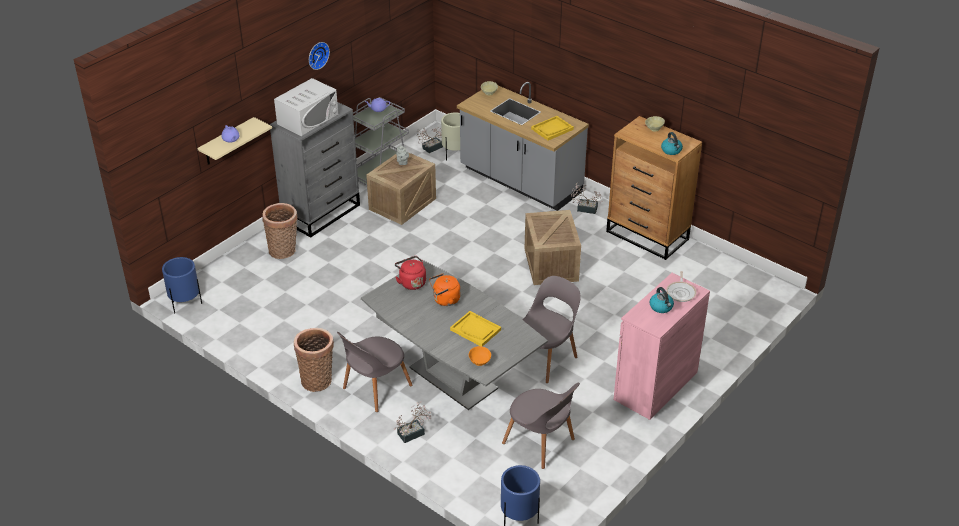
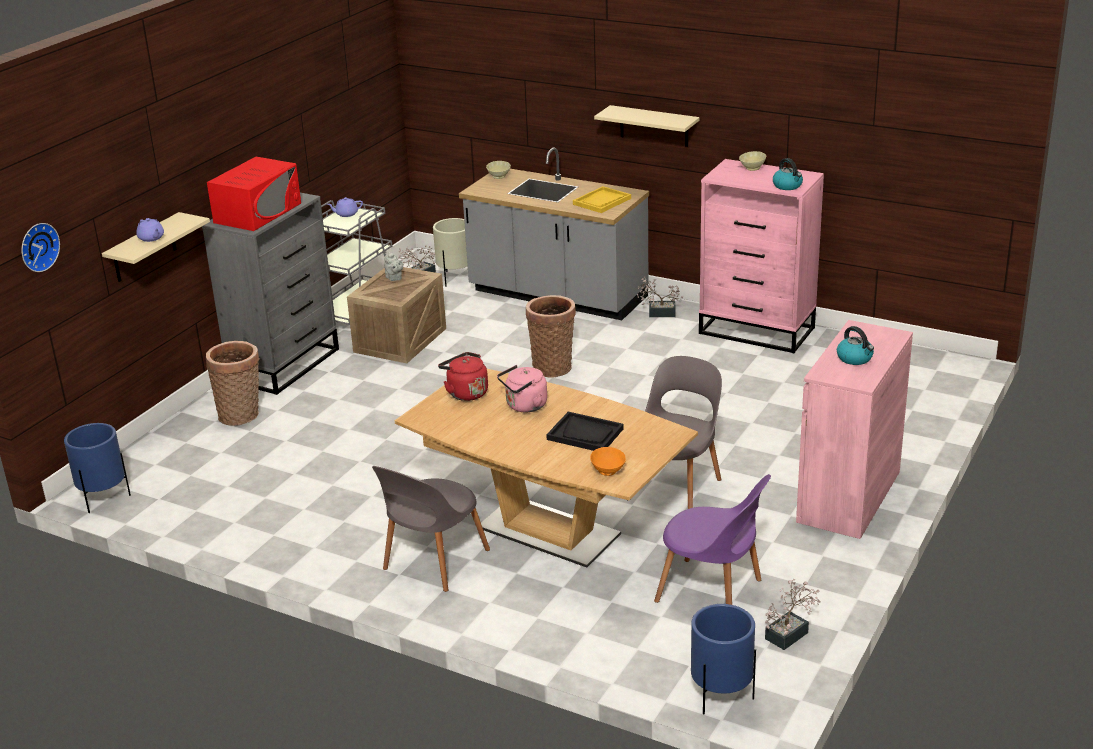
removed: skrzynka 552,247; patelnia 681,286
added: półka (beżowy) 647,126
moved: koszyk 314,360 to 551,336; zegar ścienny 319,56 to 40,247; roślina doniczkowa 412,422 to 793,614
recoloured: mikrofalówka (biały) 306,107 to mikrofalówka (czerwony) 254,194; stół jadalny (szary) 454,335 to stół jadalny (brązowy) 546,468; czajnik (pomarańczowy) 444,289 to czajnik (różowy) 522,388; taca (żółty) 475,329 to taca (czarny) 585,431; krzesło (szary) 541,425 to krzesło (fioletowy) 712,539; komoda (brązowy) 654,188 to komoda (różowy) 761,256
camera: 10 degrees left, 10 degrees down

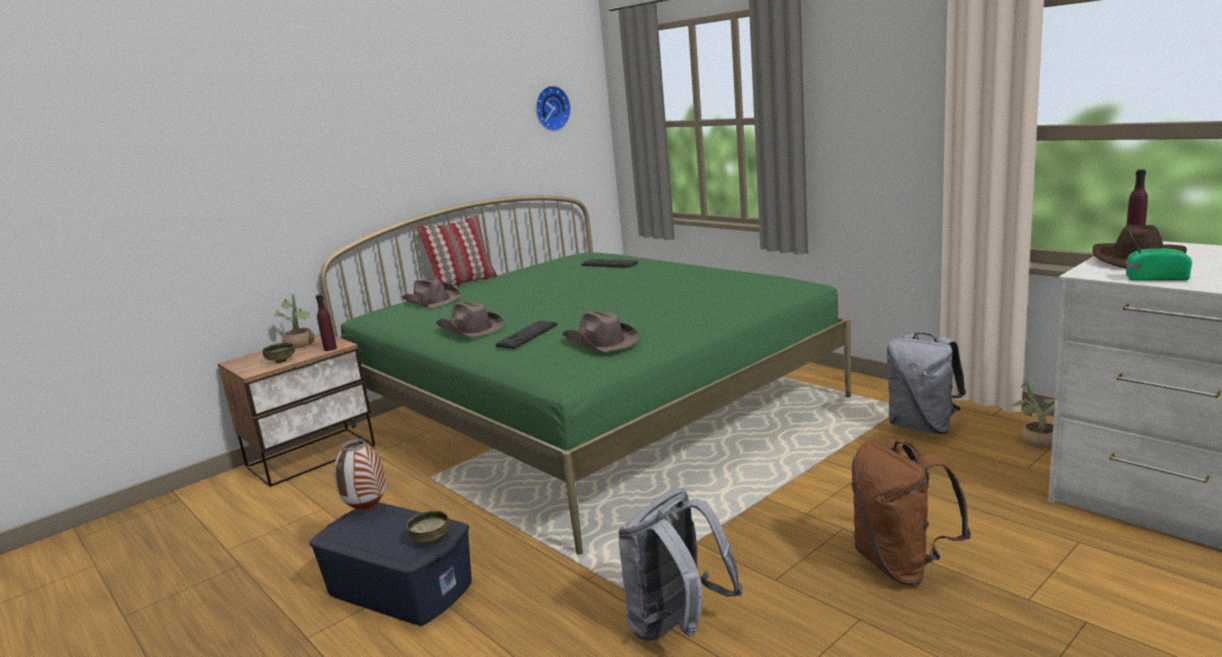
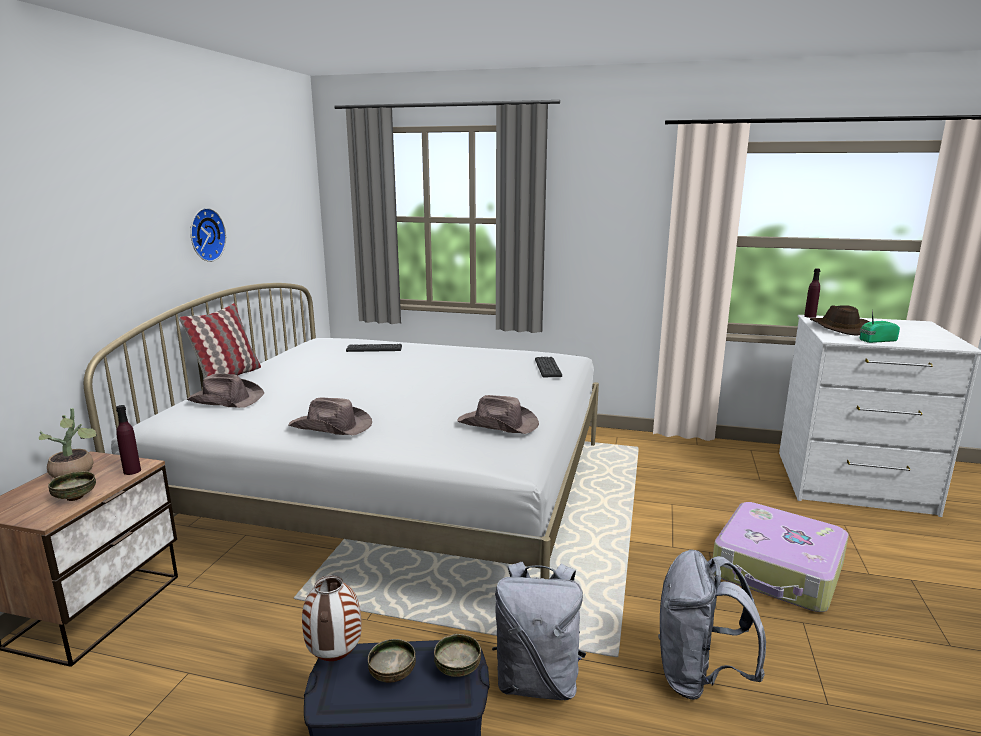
removed: roślina doniczkowa 1033,414
added: miska 392,660
moved: klawiatura 526,335 to 548,367; zegar ścienny 553,108 to 208,235; plecak (szary) 926,383 to 539,631
replaced: plecak (brązowy) 911,512 to walizka 781,557
recoloured: łóżko (zielony) 585,375 to łóżko (biały) 341,431
camera: 35 degrees left, 0 degrees up

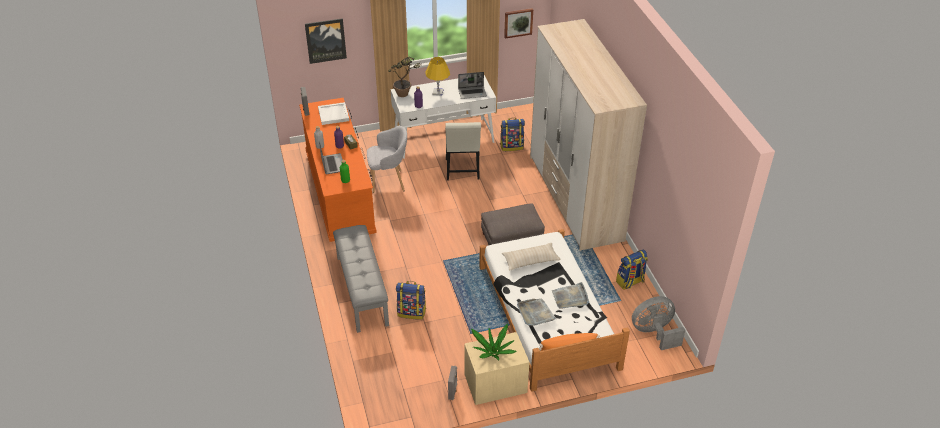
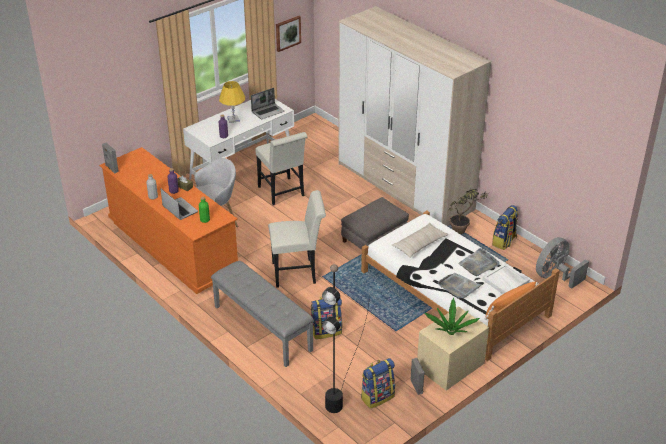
removed: obraz 326,41
added: krzesło (biały) 297,239; lampa stojąca (czarny) 346,338
moved: taca (biały) 333,113 to 506,278; roślina doniczkowa 404,77 to 468,211; plecak 512,134 to 378,383
camera: 25 degrees left, 5 degrees down

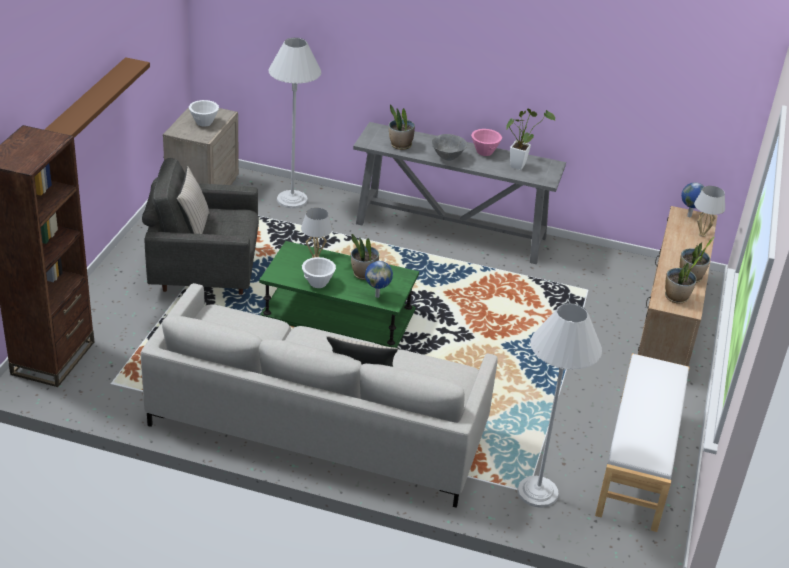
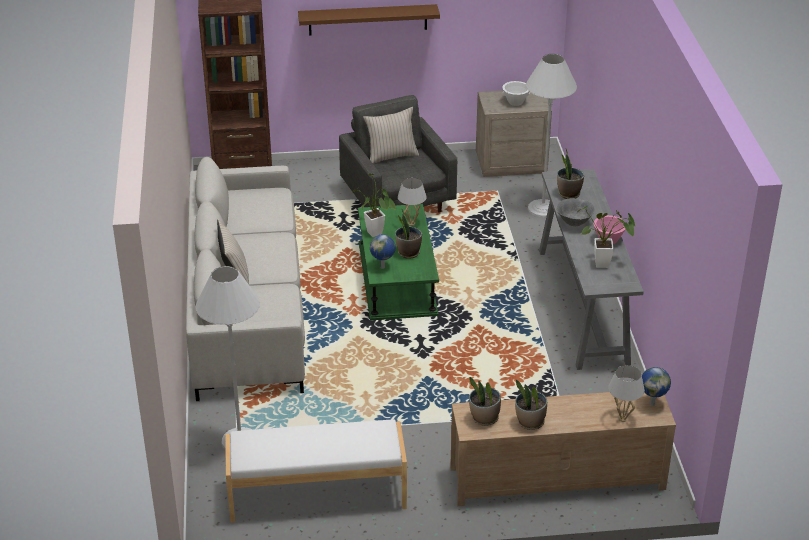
replaced: miska (biały) 319,272 to roślina doniczkowa 373,205
camera: 70 degrees right, 0 degrees up

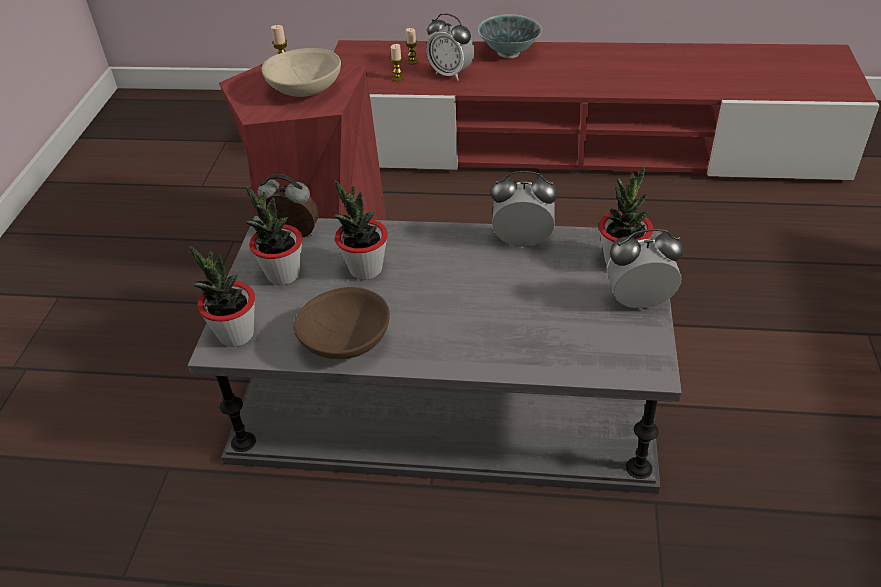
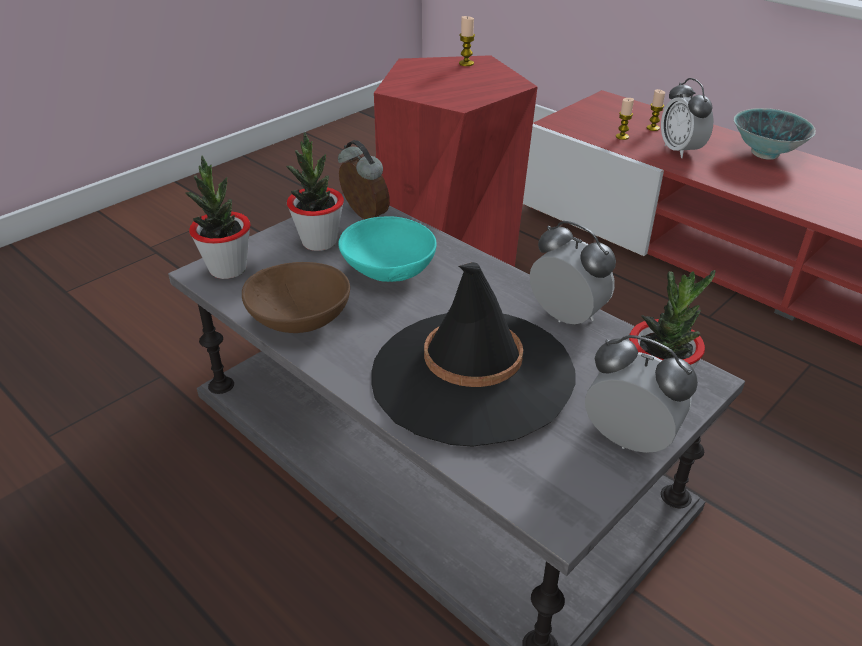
removed: miska (beżowy) 301,72
added: kapelusz (czarny) 473,354
replaced: roślina doniczkowa 360,230 to miska (turkusowy) 387,249
camera: 35 degrees right, 5 degrees down

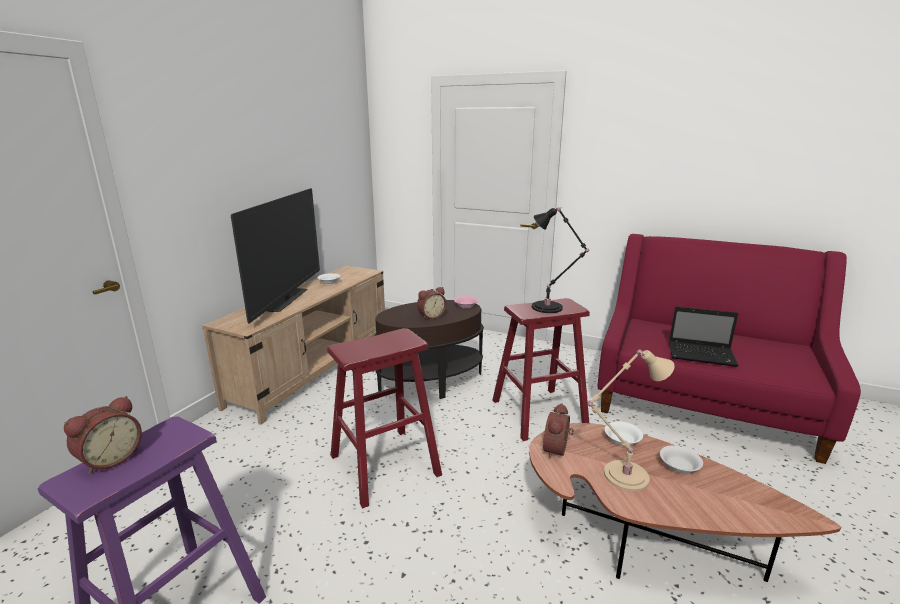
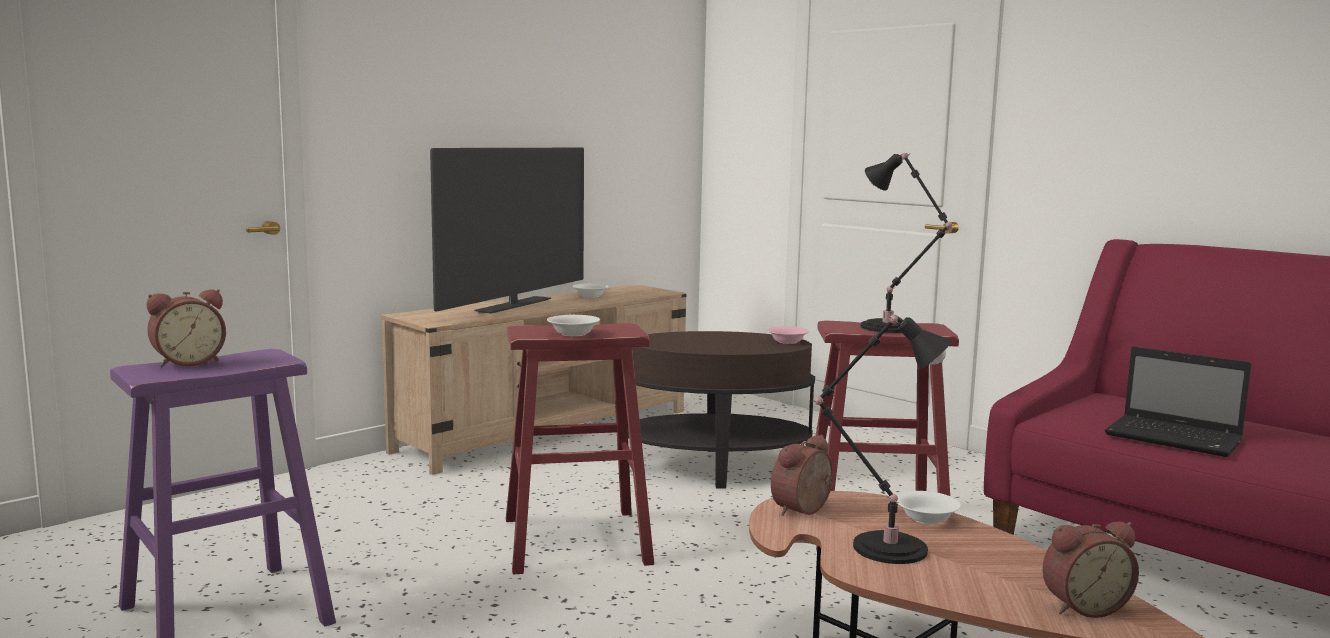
moved: budzik 431,303 to 1090,569; miska (biały) 681,459 to 573,325
recoloured: lampa stołowa (beżowy) 631,420 to lampa stołowa (czarny) 881,439
camera: 20 degrees right, 10 degrees down

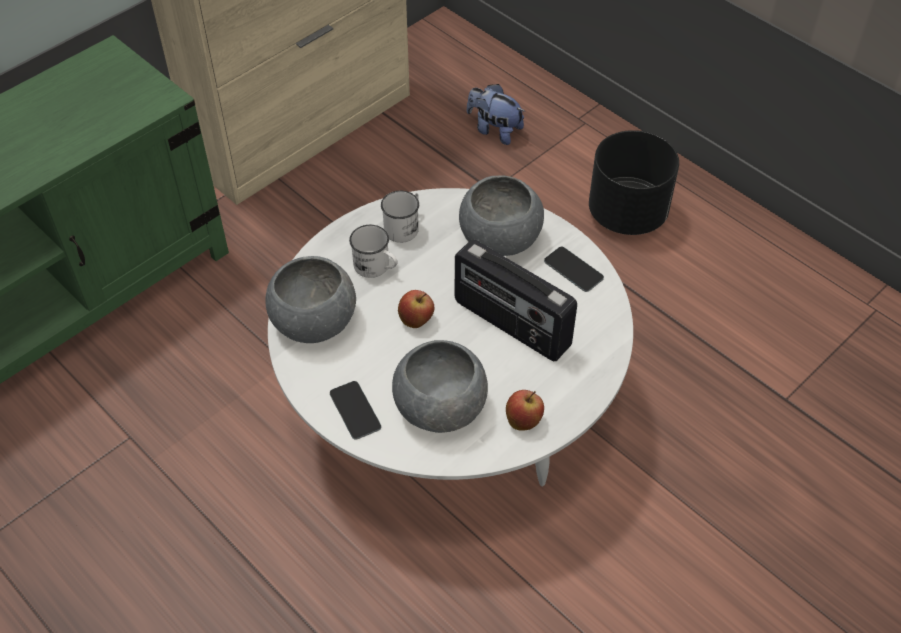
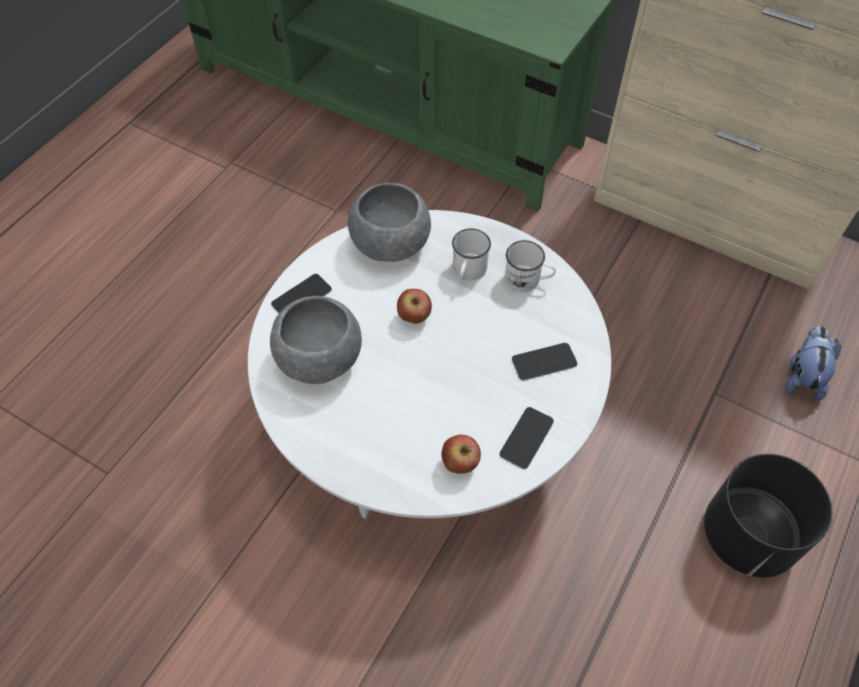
removed: radio 516,300
moved: jabłko 525,410 to 461,454
replaced: miska (szary) 501,216 to telefon 544,361
camera: 75 degrees right, 5 degrees up

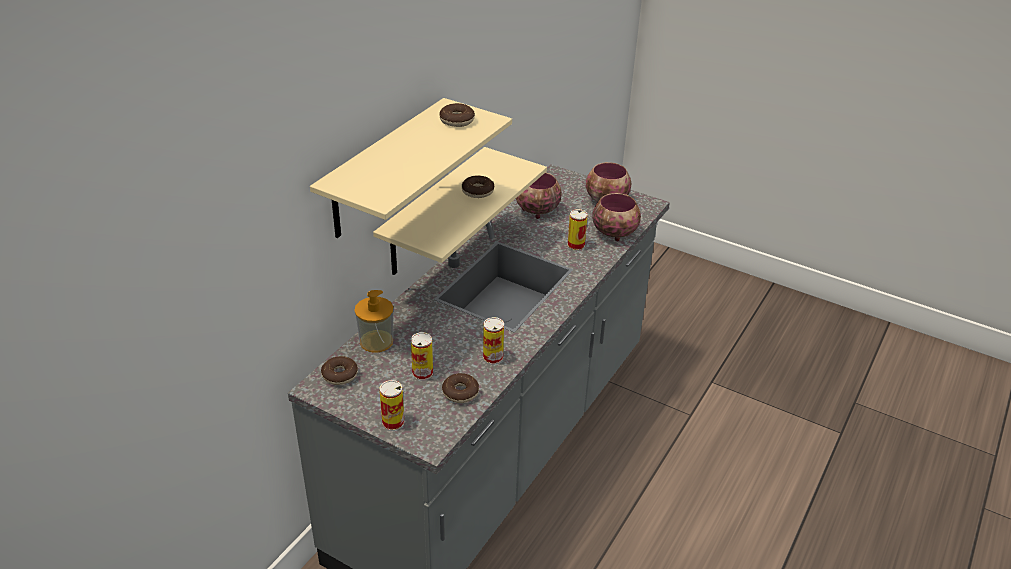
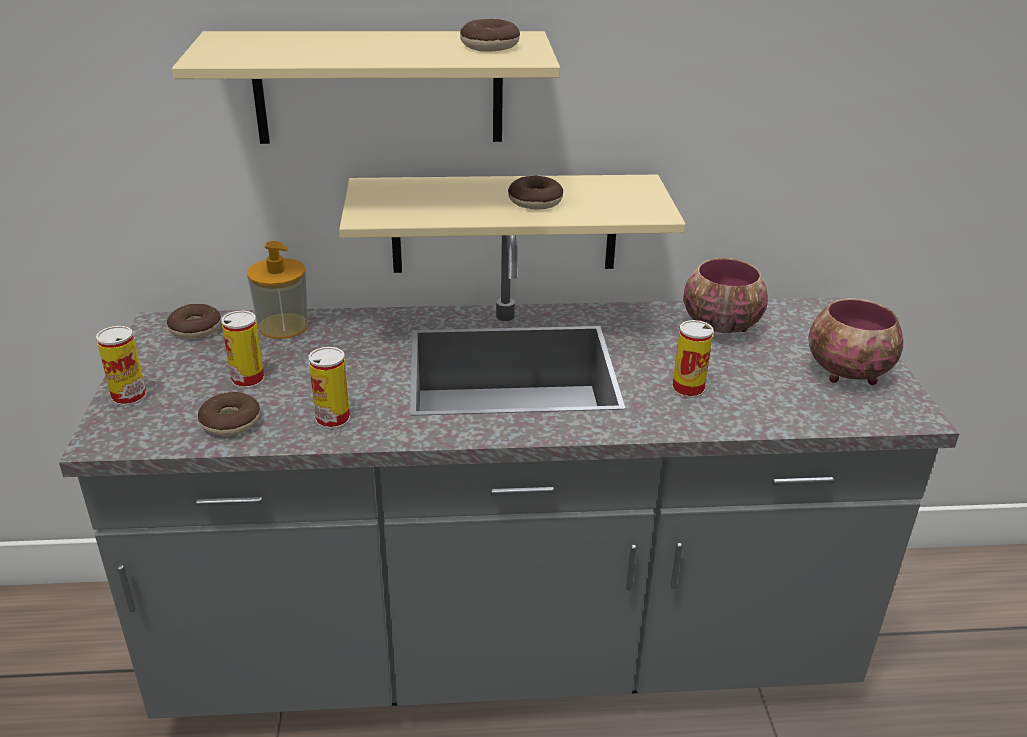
removed: miska 616,217
camera: 55 degrees right, 5 degrees down

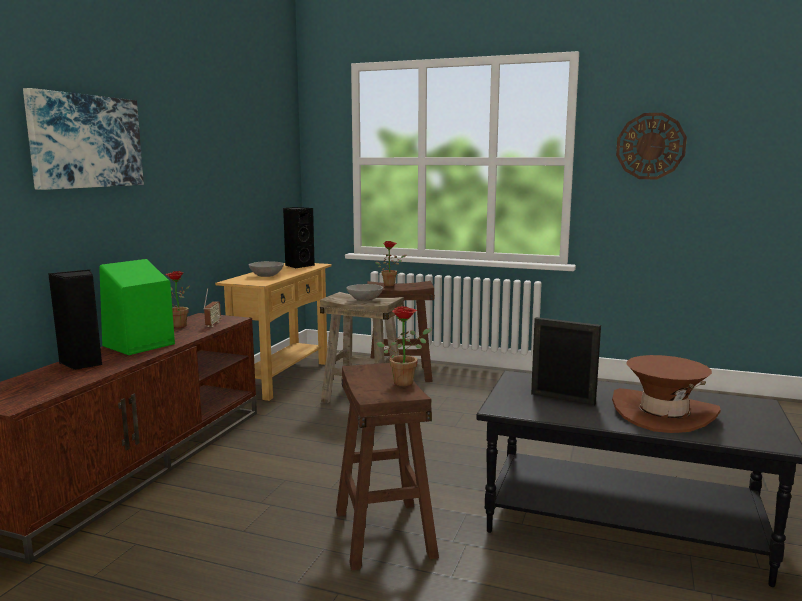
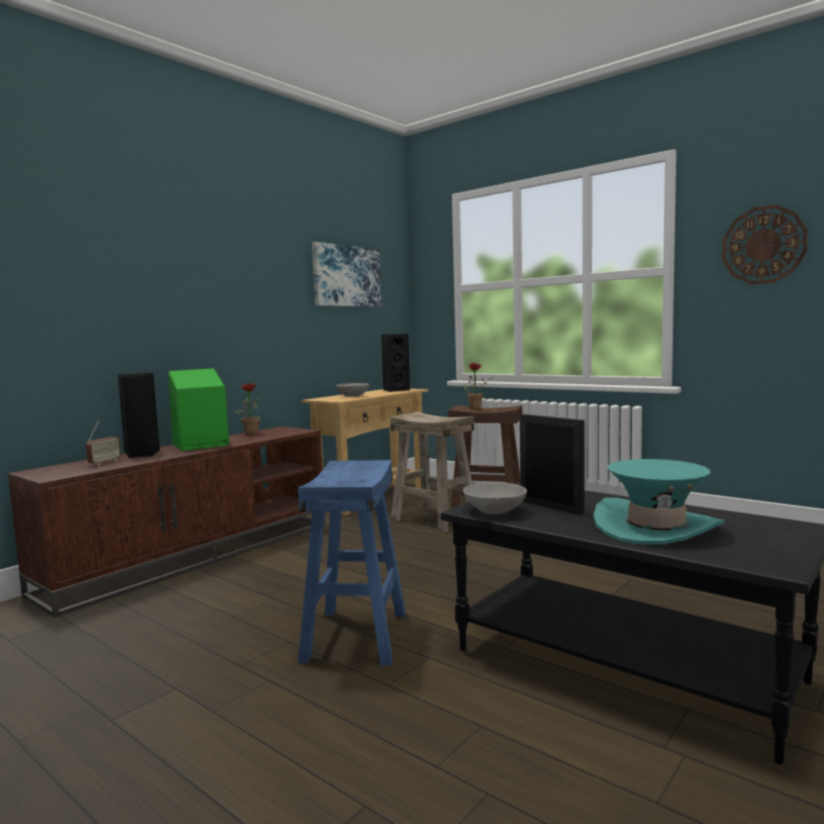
removed: roślina doniczkowa 404,346
moved: obraz 83,139 to 346,274; radio 212,307 to 103,443; miska (szary) 364,292 to 495,498
recoloured: stołek (brązowy) 387,466 to stołek (niebieski) 352,563; kapelusz (brązowy) 666,394 to kapelusz (turkusowy) 659,502
camera: 20 degrees right, 5 degrees down

